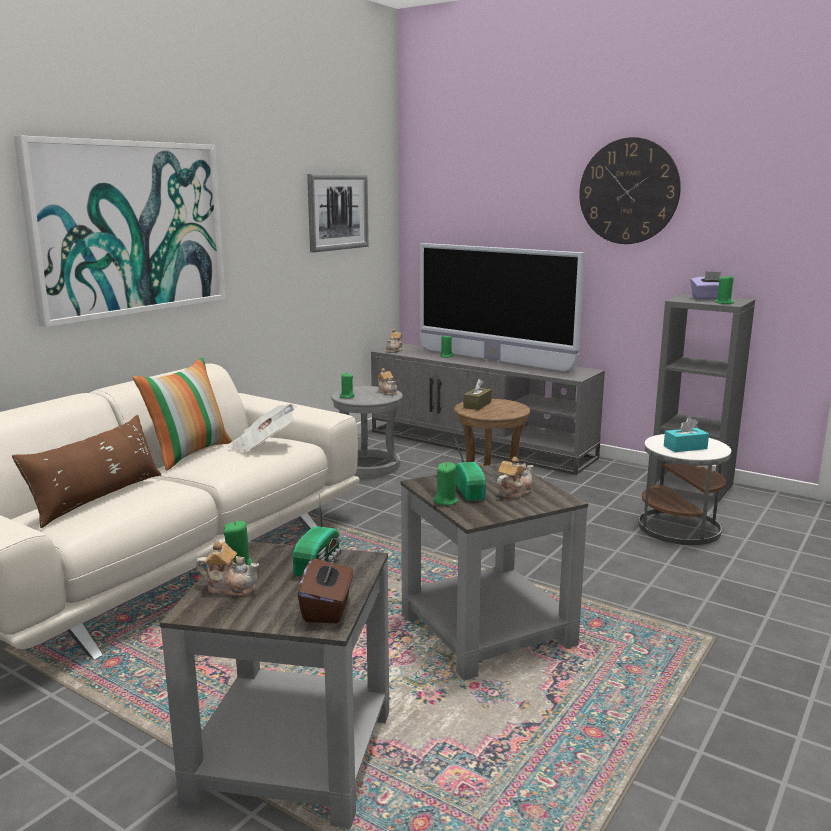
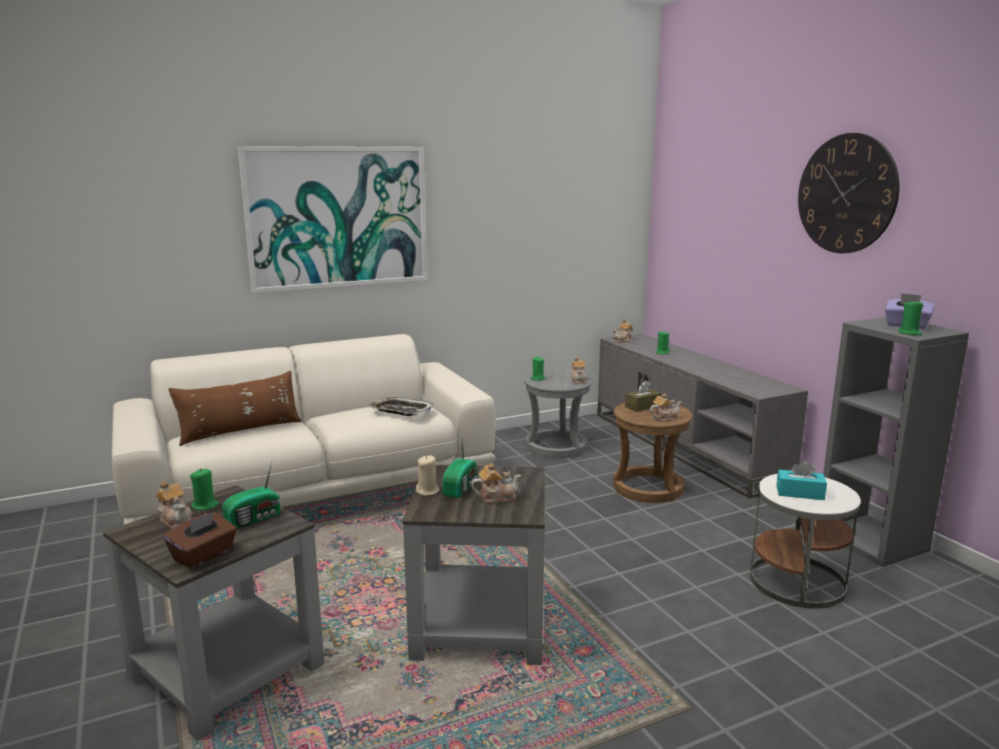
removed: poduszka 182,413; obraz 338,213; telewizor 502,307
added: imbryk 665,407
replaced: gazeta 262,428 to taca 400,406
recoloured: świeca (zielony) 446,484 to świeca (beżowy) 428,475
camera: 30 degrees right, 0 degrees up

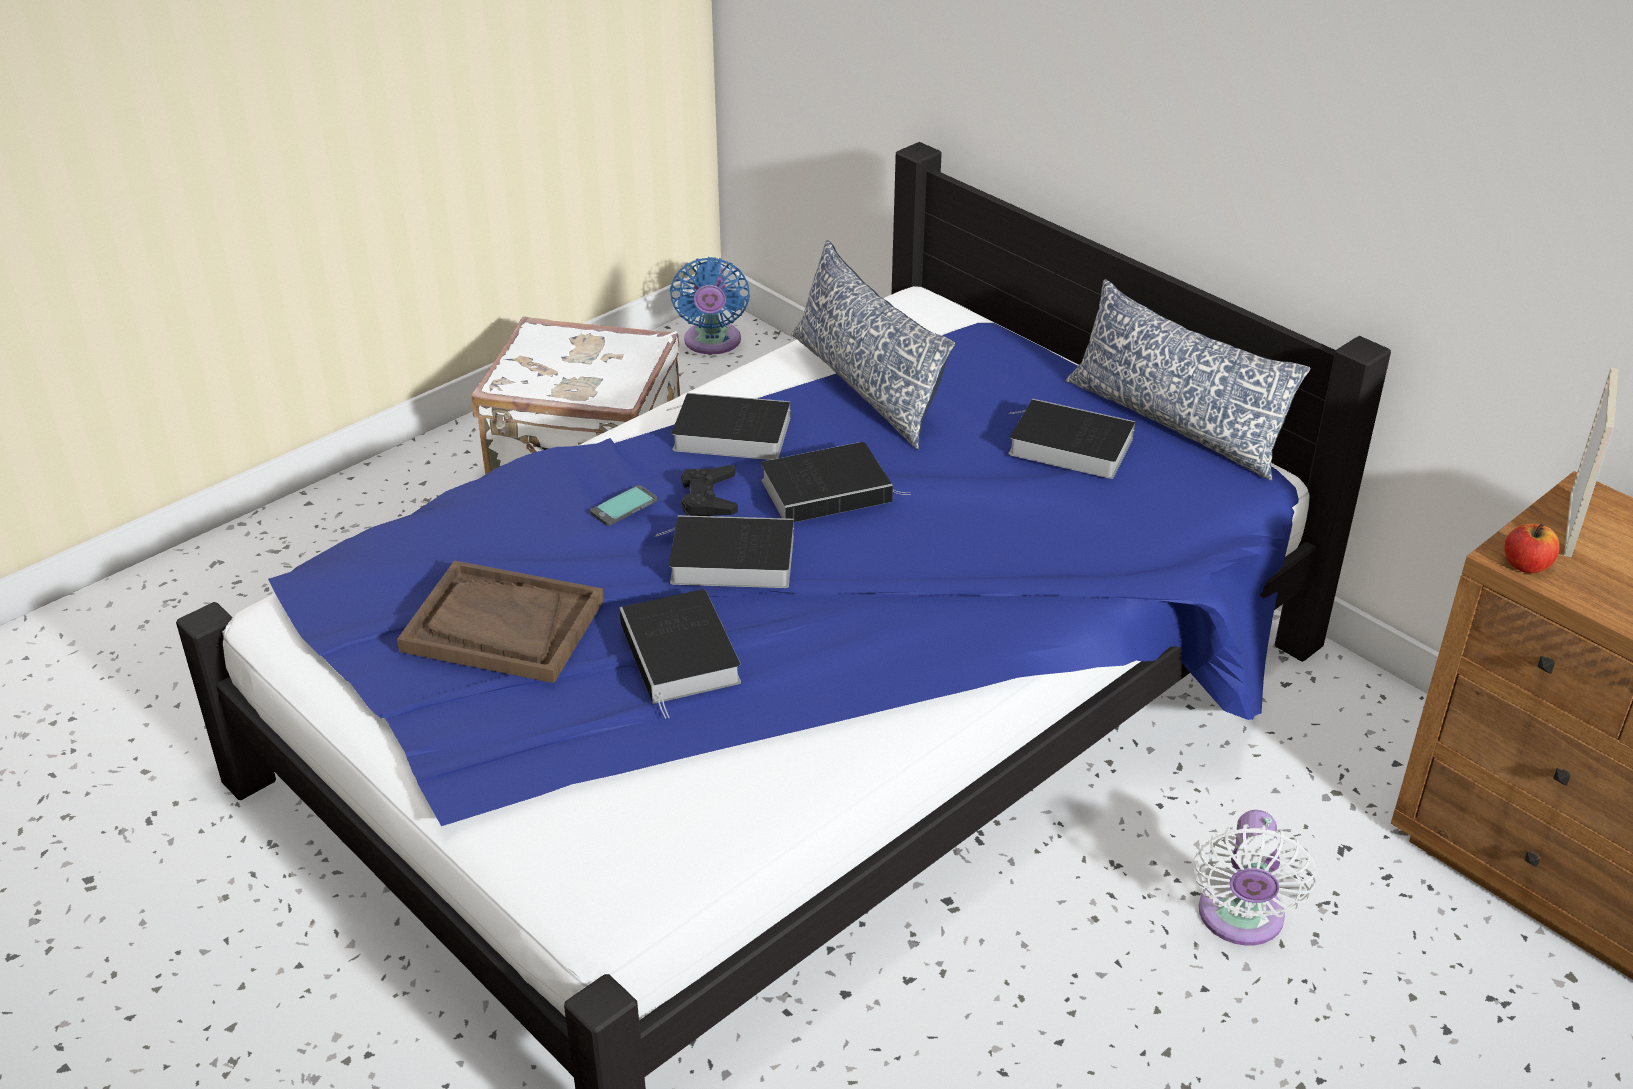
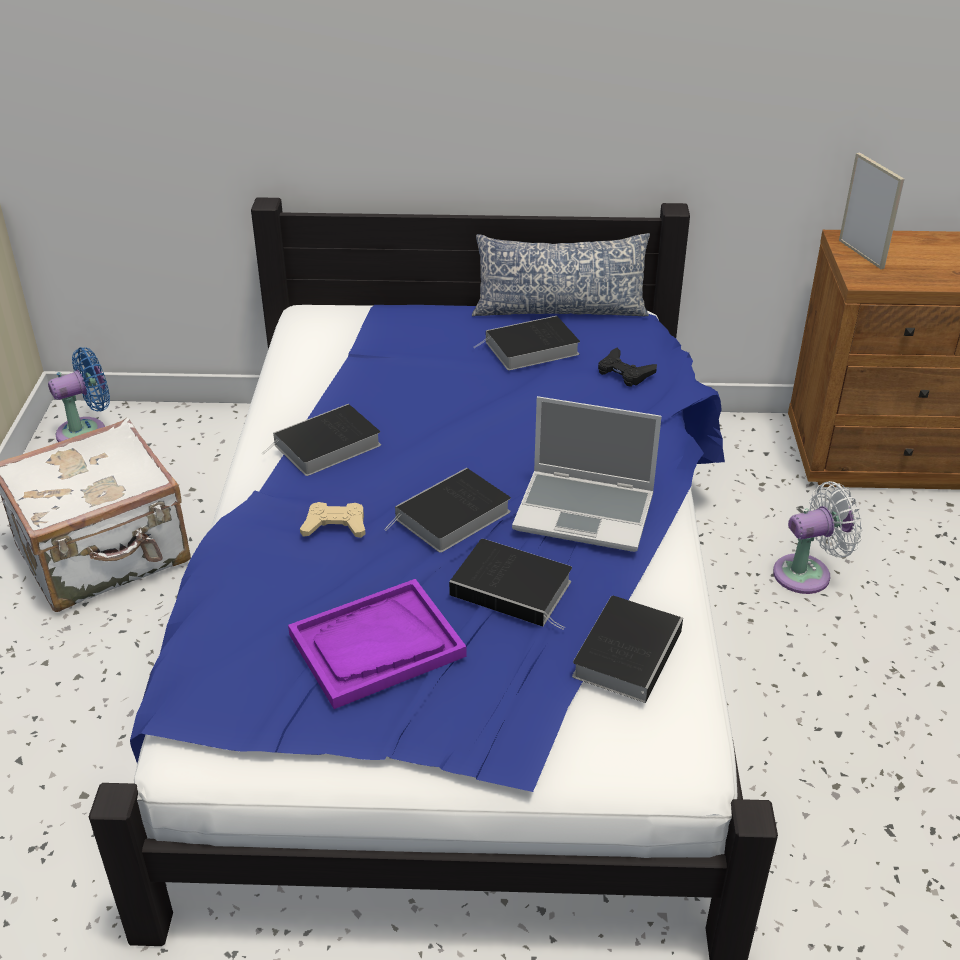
removed: poduszka 873,344; jabłko 1532,548
added: laptop 587,474
moved: pad do gier (czarny) 709,490 to 627,367; książka 836,482 to 627,649
replaced: telefon 623,505 to pad do gier (beżowy) 333,520
recoloured: taca (brązowy) 500,621 to taca (fioletowy) 377,644
turned: wentylator (niebieski) 710,305 = 79,394 75 degrees counterclockwise; wentylator (biały) 1255,878 = 817,537 75 degrees counterclockwise
camera: 45 degrees left, 0 degrees up

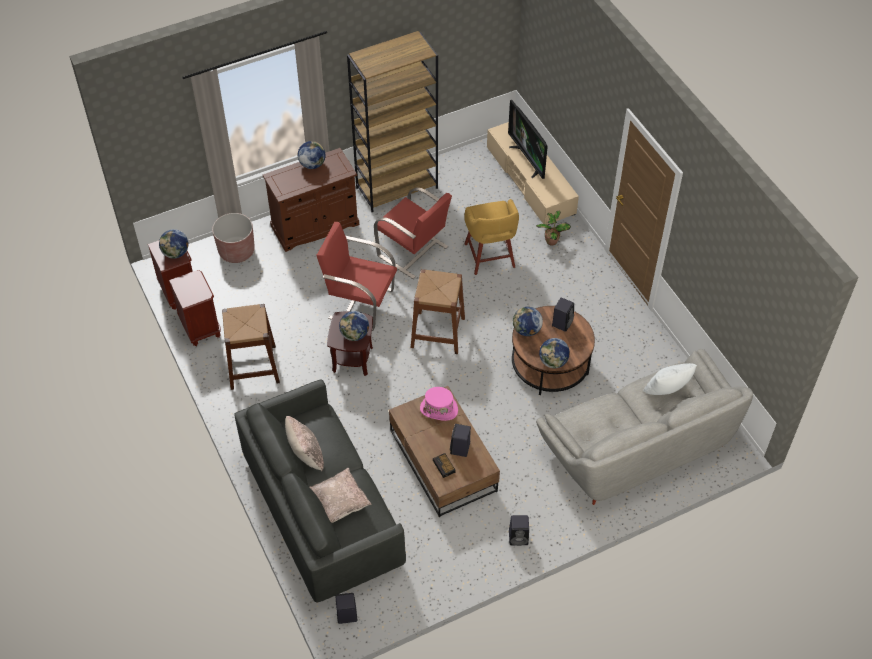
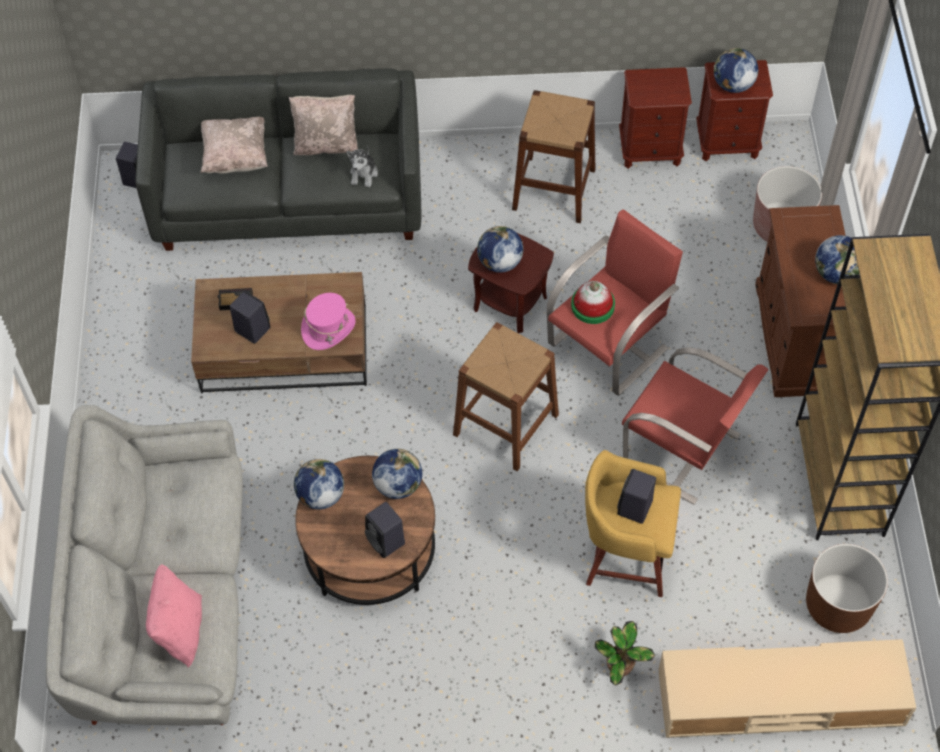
removed: telewizor 528,139
added: pluszak 362,166; kapelusz 593,302; donica (brązowy) 847,588
moved: głośnik (czarny) 519,530 to 636,496
recoloured: poduszka (biały) 670,379 to poduszka (różowy) 174,615
turned: fotel (czerwony) 413,233 = 695,426 120 degrees counterclockwise
camera: 115 degrees right, 5 degrees up

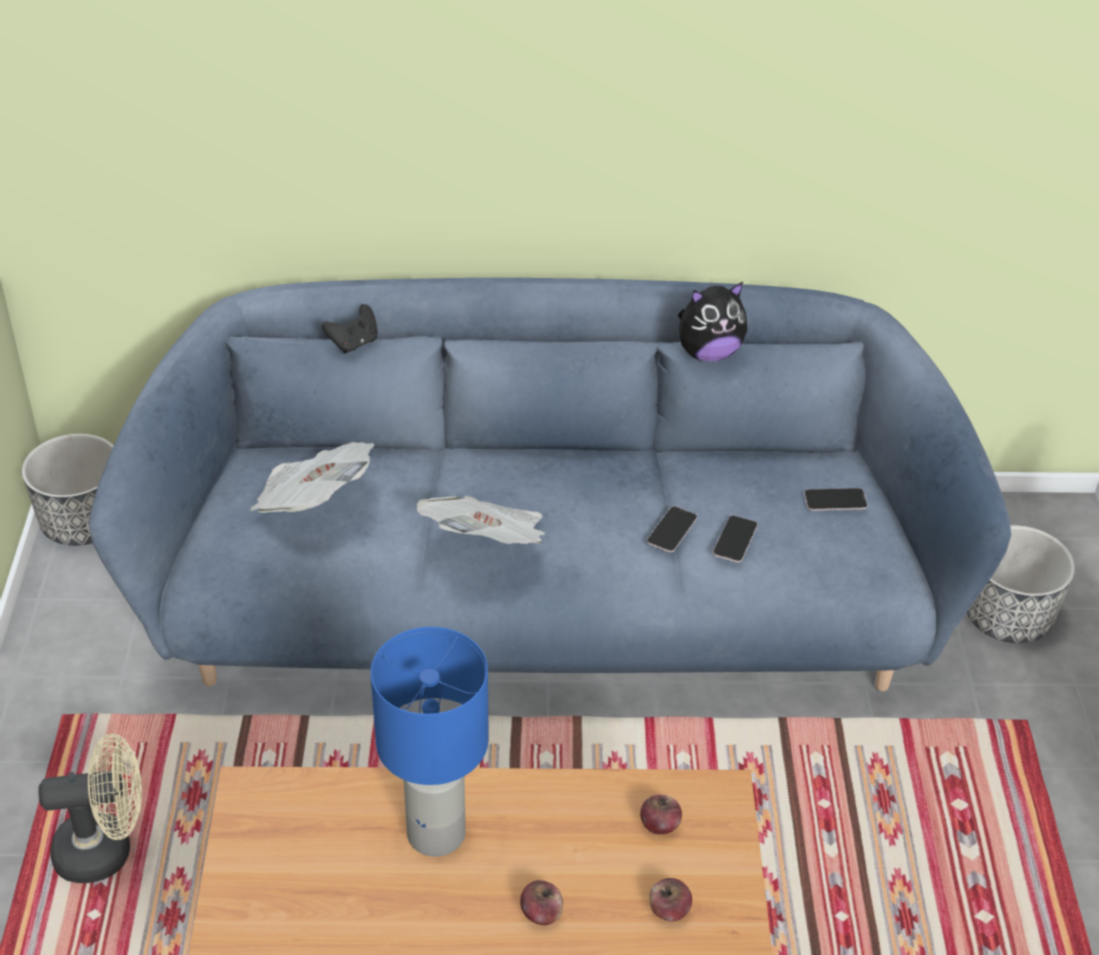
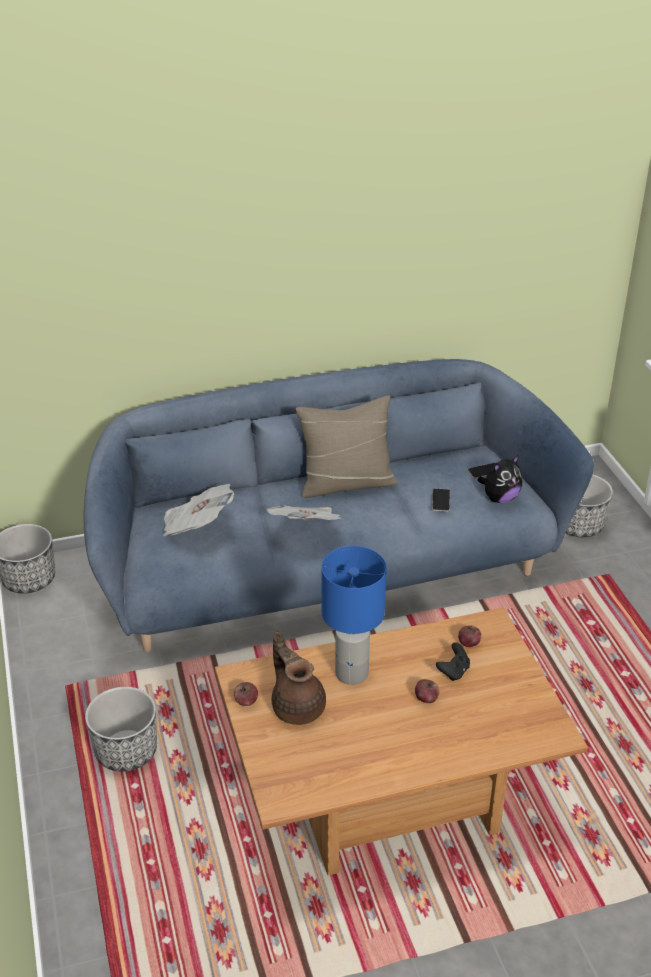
removed: telefon 672,529
added: imbryk (brązowy) 299,678; poduszka (beżowy) 346,447
moved: pad do gier (czarny) 350,329 to 453,661; jabłko 670,899 to 246,694; pluszak 712,322 to 500,479
replaced: wentylator (beżowy) 90,808 to donica 121,729
camera: 15 degrees left, 5 degrees down

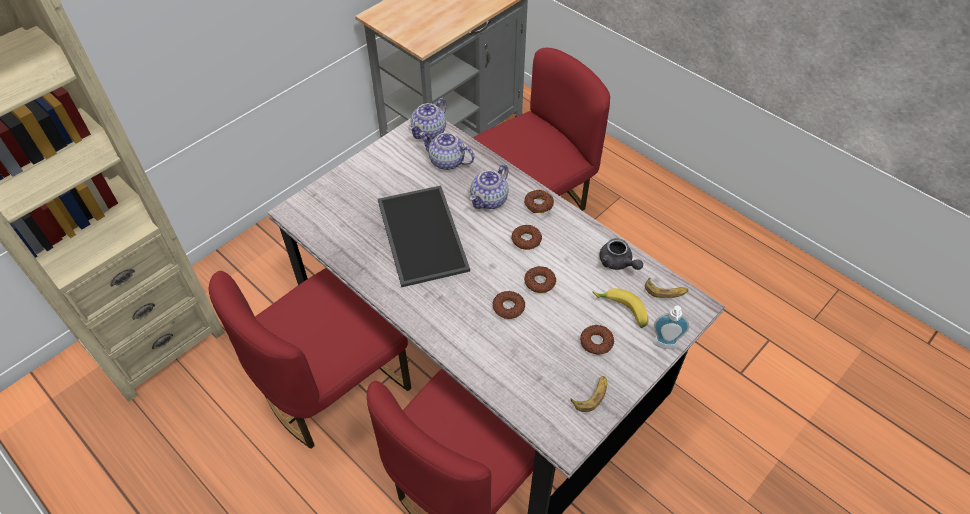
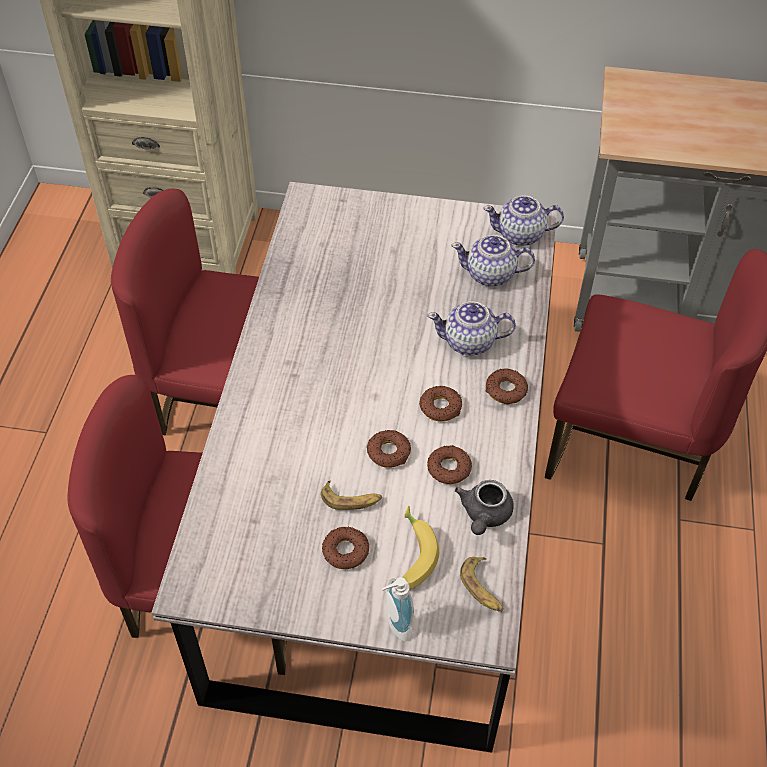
removed: taca 424,236
moved: donut 508,305 to 449,464; banan 588,394 to 351,495
turned: imbryk 447,151 = 493,261 75 degrees counterclockwise
camera: 55 degrees right, 0 degrees up

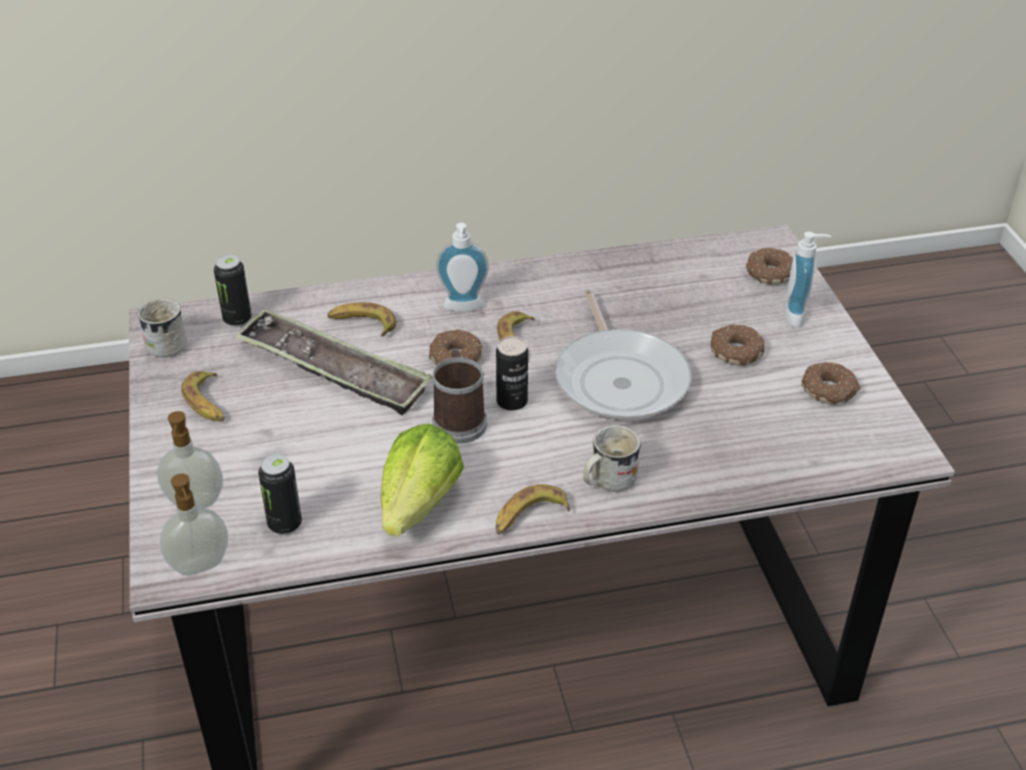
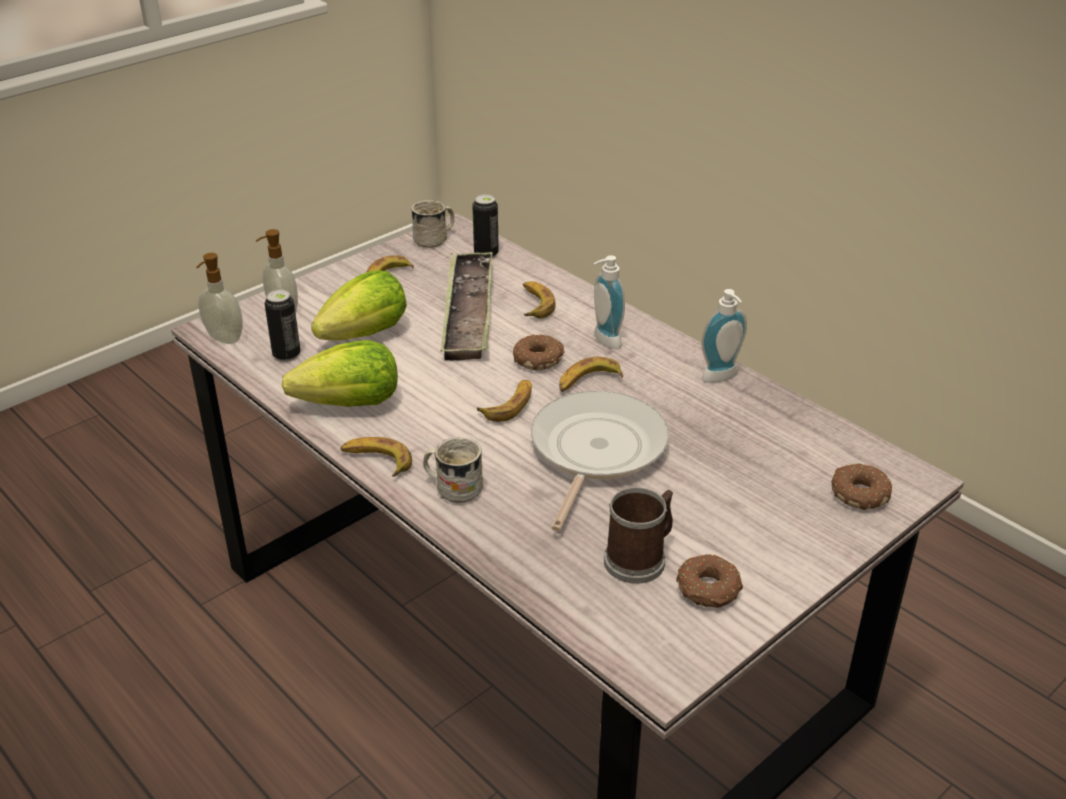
removed: donut 737,345
added: sałata 359,305
moved: kubek 459,397 to 638,535; dozownik mydła 807,280 to 724,336
replaced: puszka 512,373 to banan 504,401
turned: patelnia 623,355 = 600,461 150 degrees clockwise
camera: 60 degrees right, 5 degrees down

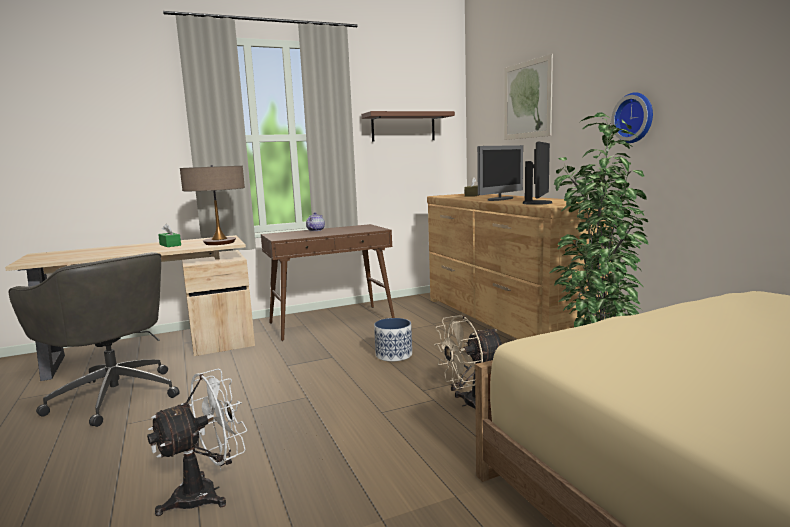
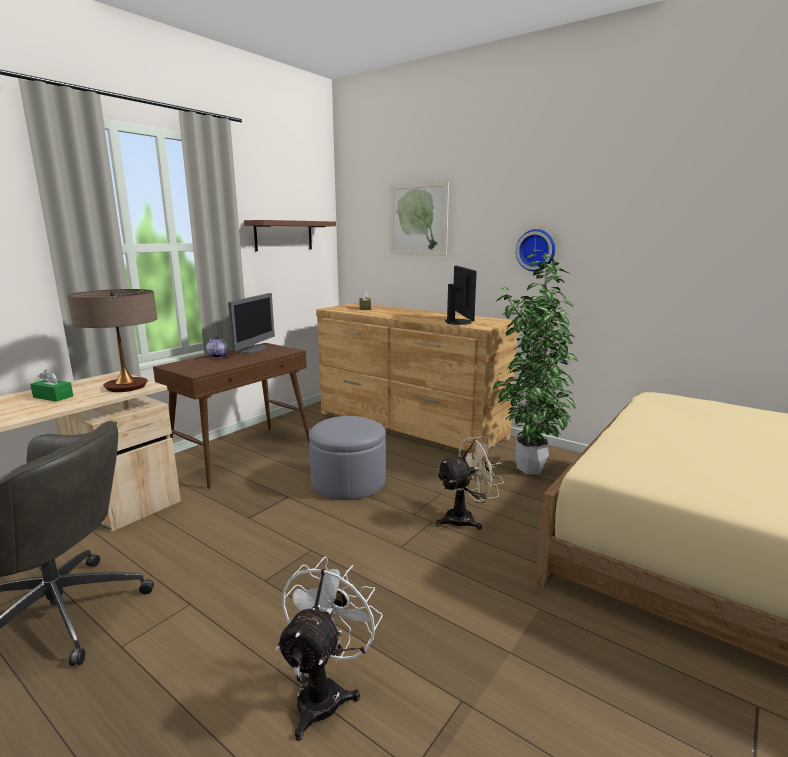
moved: monitor 500,173 to 251,323
replaced: donica 393,340 to pufa (szary) 347,458
turned: wentylator (beżowy) 468,362 = 470,483 150 degrees counterclockwise
camera: 30 degrees left, 5 degrees up

